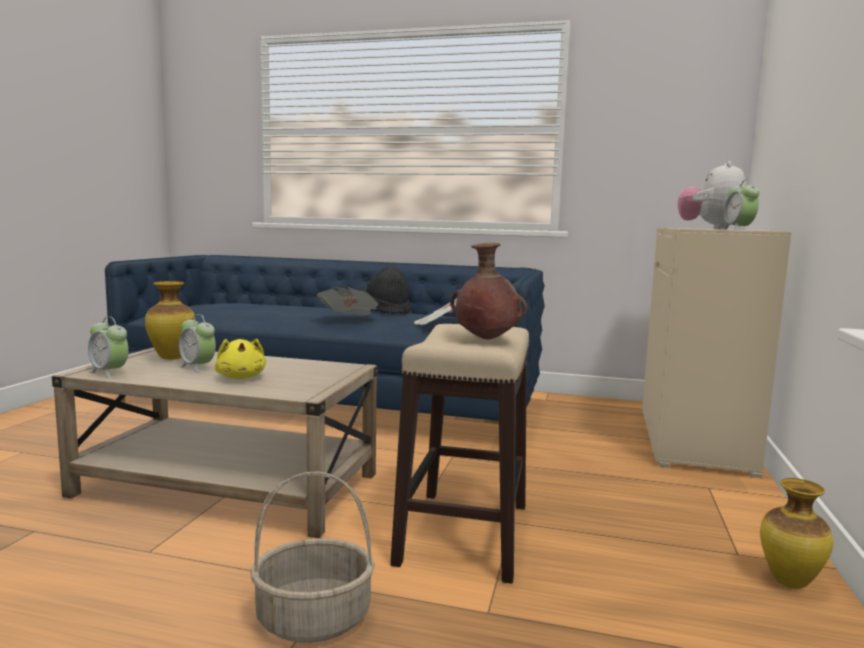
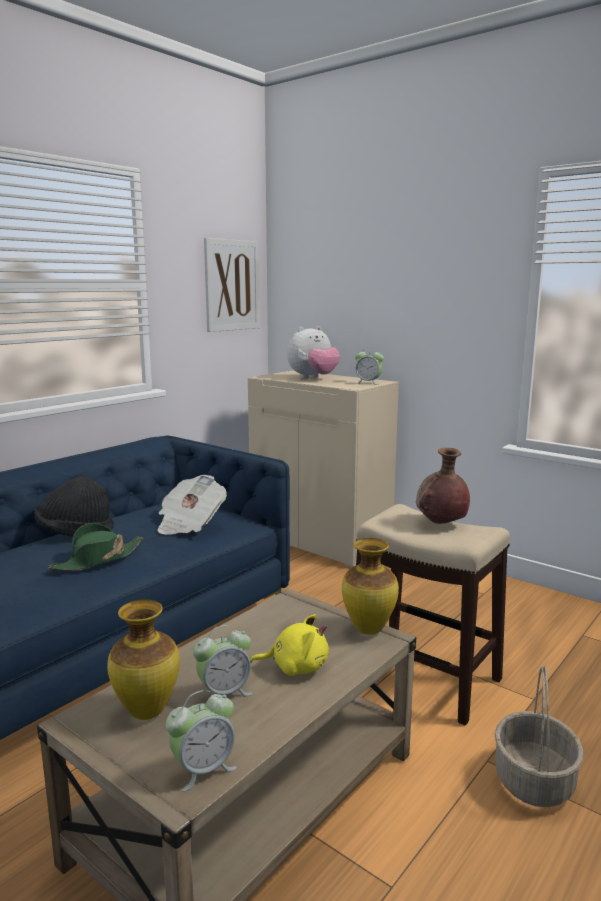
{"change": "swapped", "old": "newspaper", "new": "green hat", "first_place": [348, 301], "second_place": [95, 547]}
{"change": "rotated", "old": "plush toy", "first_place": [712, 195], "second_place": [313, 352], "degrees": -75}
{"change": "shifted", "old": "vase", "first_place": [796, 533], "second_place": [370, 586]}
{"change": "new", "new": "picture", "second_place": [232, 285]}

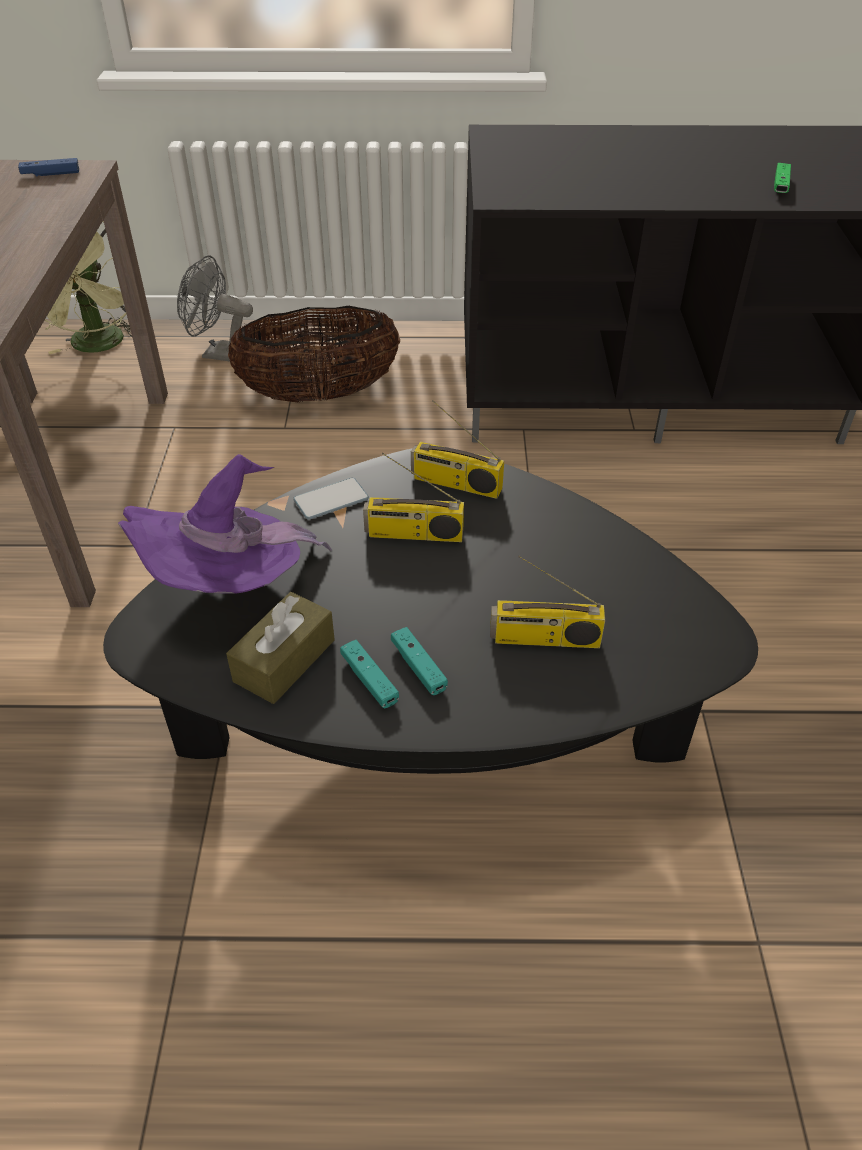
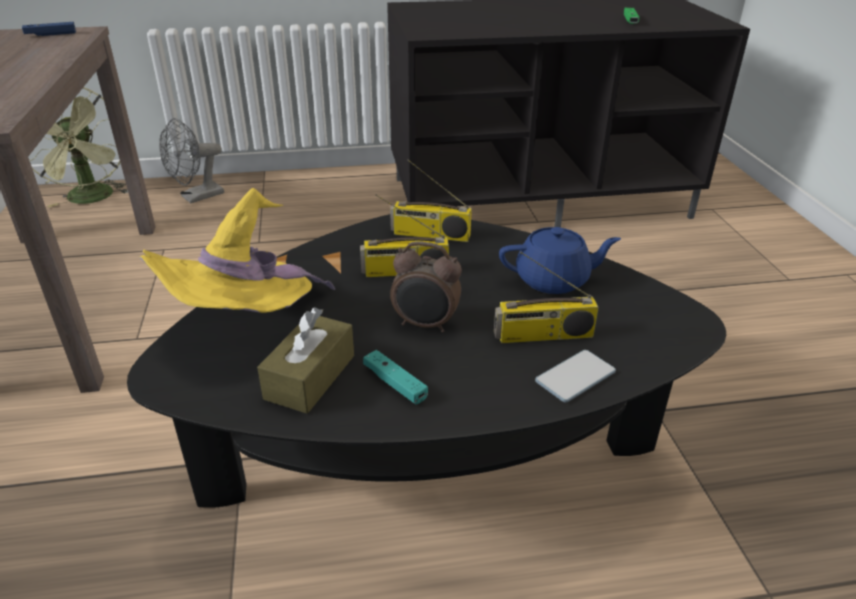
{"change": "repainted", "old": "purple hat", "new": "yellow hat", "first_place": [225, 524], "second_place": [237, 250]}
{"change": "rotated", "old": "grey fan", "first_place": [215, 308], "second_place": [191, 160], "degrees": -45}
{"change": "gone", "old": "basket", "first_place": [314, 354]}
{"change": "shifted", "old": "phone", "first_place": [331, 499], "second_place": [575, 376]}
{"change": "gone", "old": "turquoise game controller", "first_place": [419, 661]}
{"change": "new", "new": "alarm clock", "second_place": [426, 287]}
{"change": "new", "new": "blue teapot", "second_place": [560, 260]}

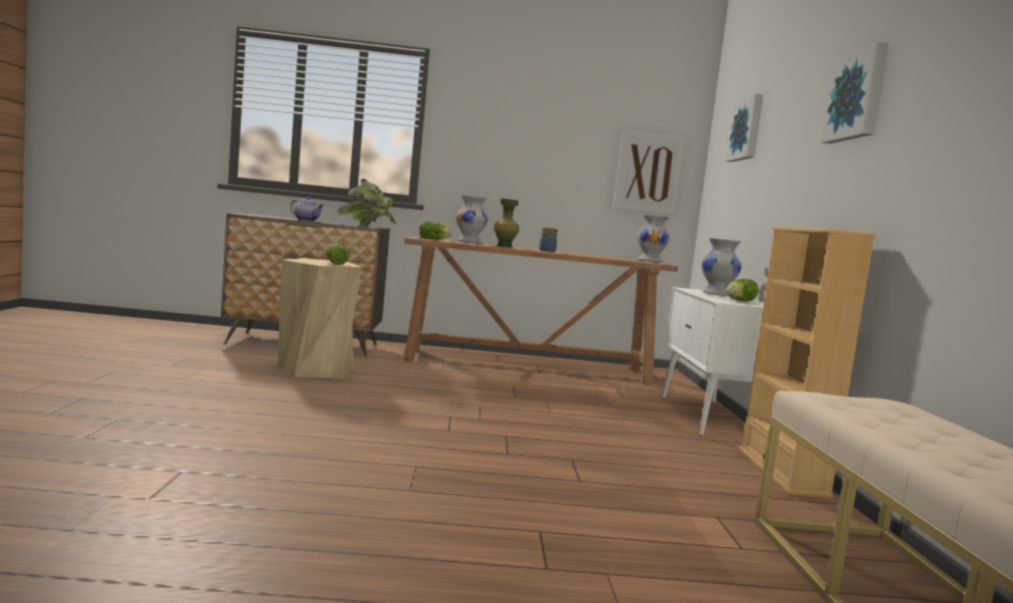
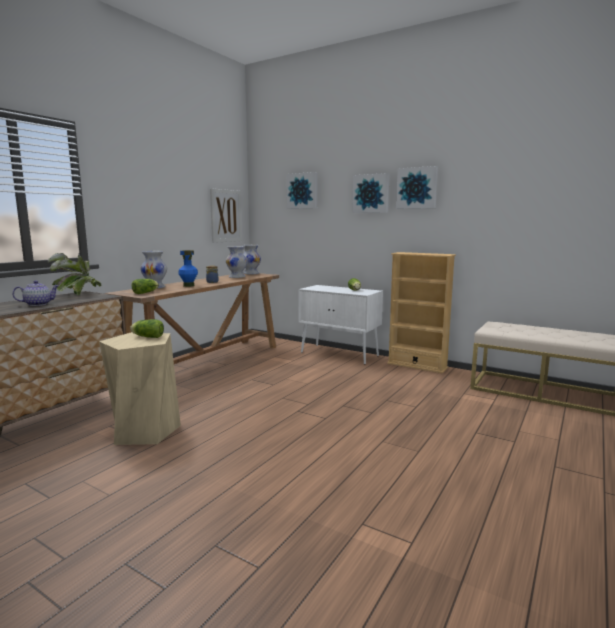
{"change": "repainted", "old": "green vase", "new": "blue vase", "first_place": [506, 223], "second_place": [188, 268]}
{"change": "shifted", "old": "white vase", "first_place": [721, 267], "second_place": [236, 262]}
{"change": "new", "new": "picture", "second_place": [371, 193]}

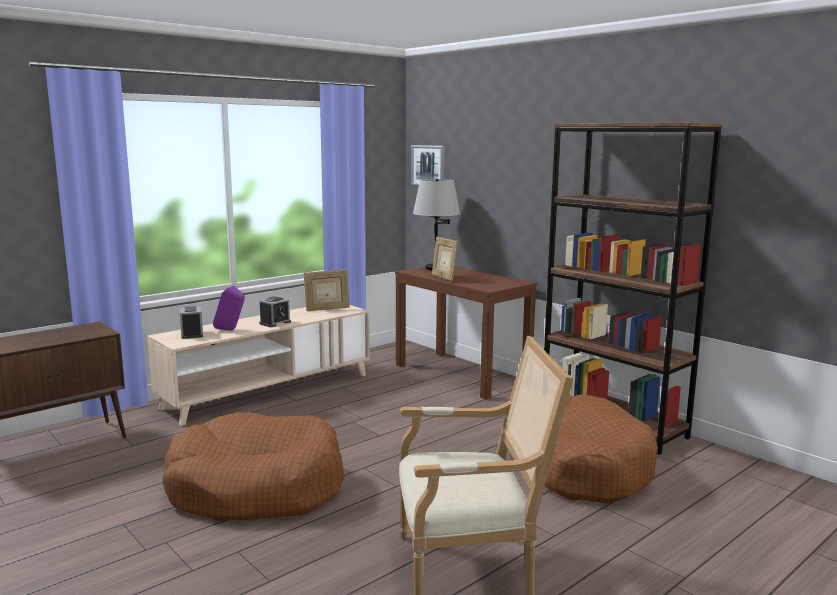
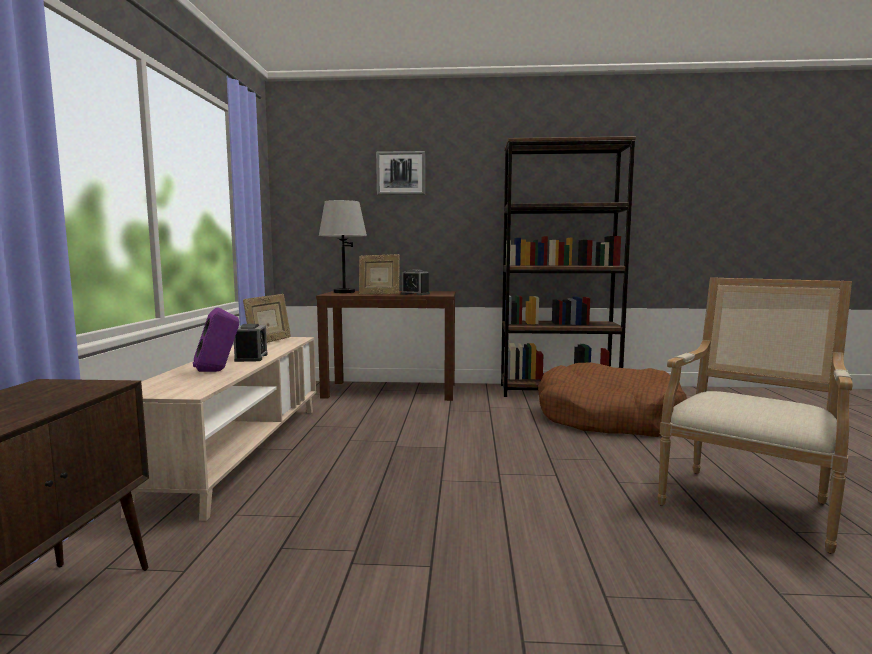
{"change": "gone", "old": "brown dog bed", "first_place": [253, 466]}
{"change": "shifted", "old": "alarm clock", "first_place": [191, 322], "second_place": [415, 282]}
{"change": "shifted", "old": "picture", "first_place": [428, 165], "second_place": [400, 173]}

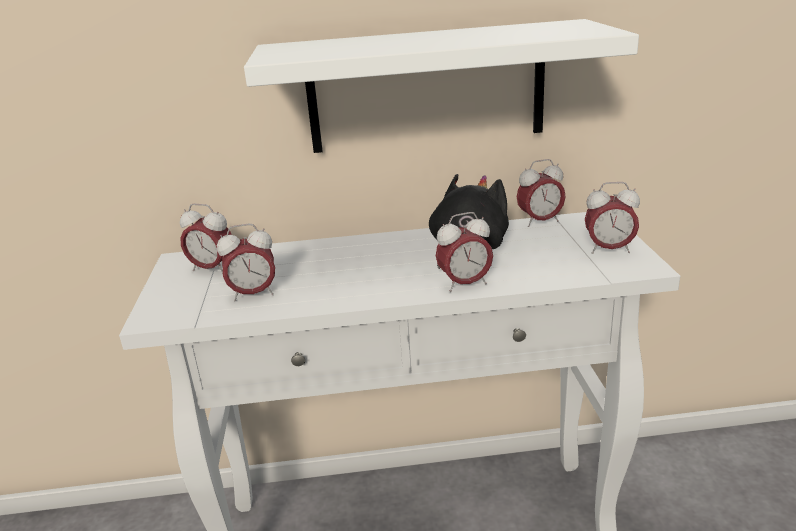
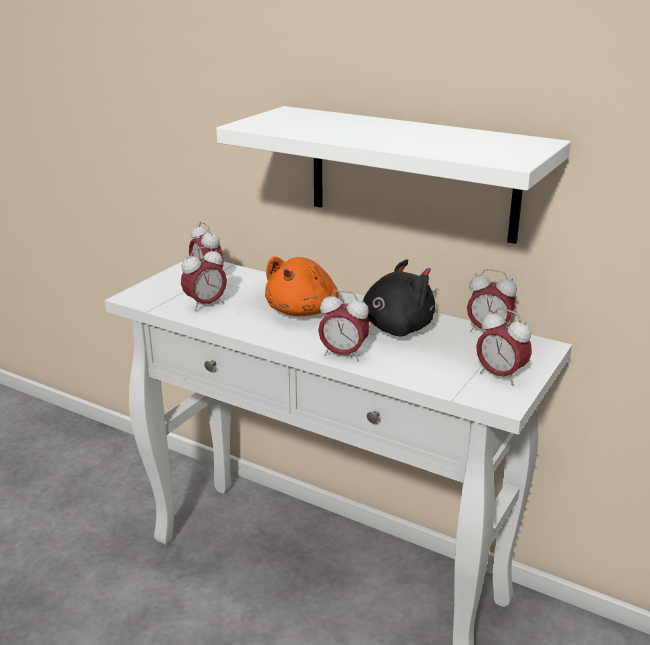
{"change": "rotated", "old": "alarm clock", "first_place": [246, 262], "second_place": [204, 278], "degrees": -60}
{"change": "new", "new": "orange plush toy", "second_place": [301, 286]}

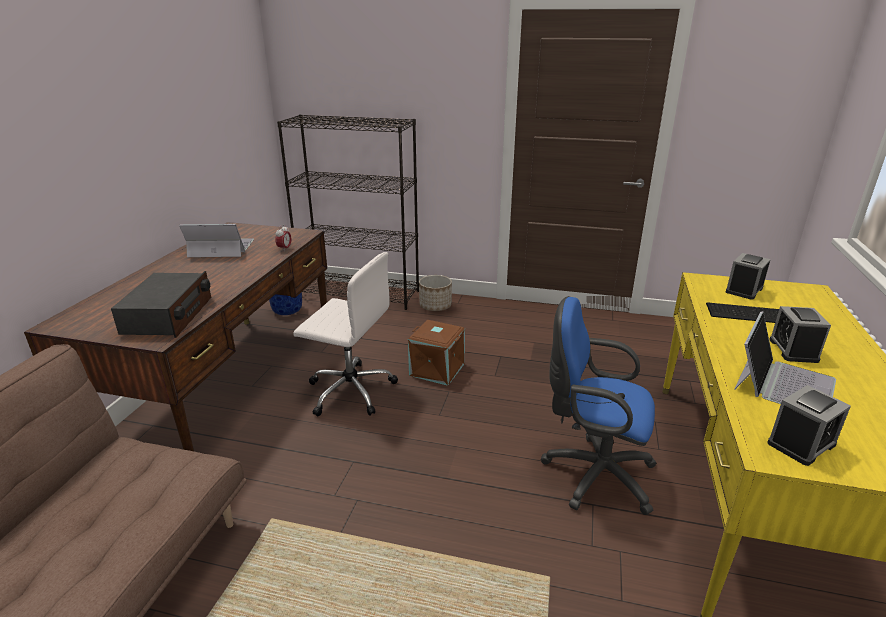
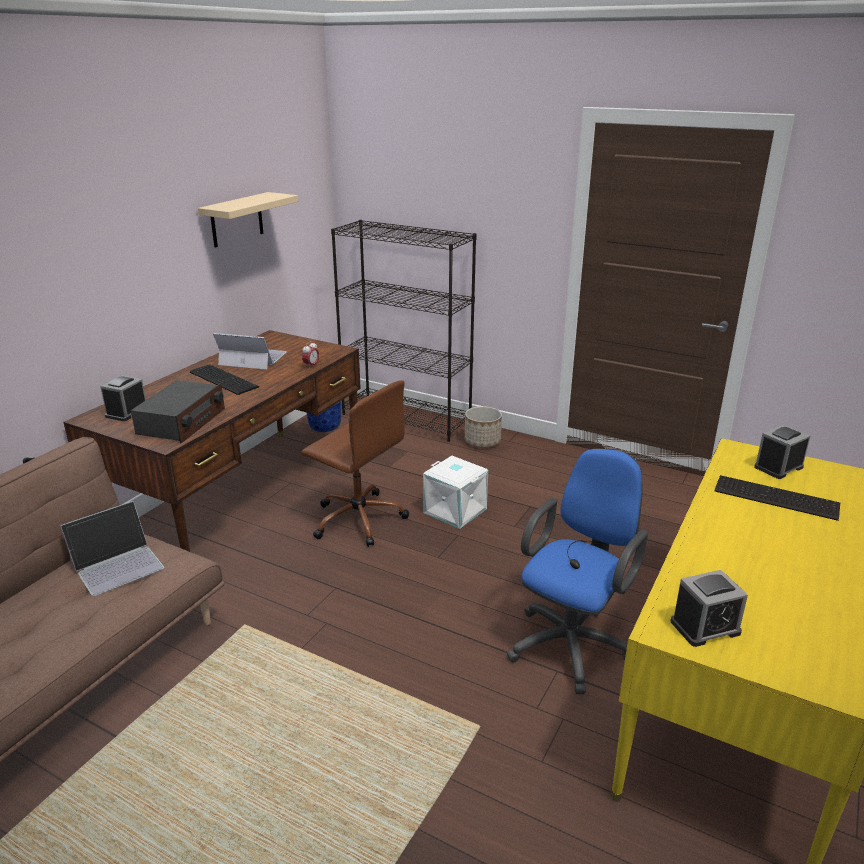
{"change": "repainted", "old": "white office chair", "new": "brown office chair", "first_place": [346, 334], "second_place": [355, 464]}
{"change": "repainted", "old": "brown storage box", "new": "white storage box", "first_place": [436, 353], "second_place": [455, 492]}
{"change": "rotated", "old": "blue office chair", "first_place": [599, 405], "second_place": [577, 571], "degrees": 90}
{"change": "shifted", "old": "laptop", "first_place": [785, 357], "second_place": [112, 548]}
{"change": "shifted", "old": "alarm clock", "first_place": [800, 334], "second_place": [123, 398]}
{"change": "new", "new": "keyboard", "second_place": [224, 379]}
{"change": "new", "new": "beige shelf", "second_place": [248, 220]}

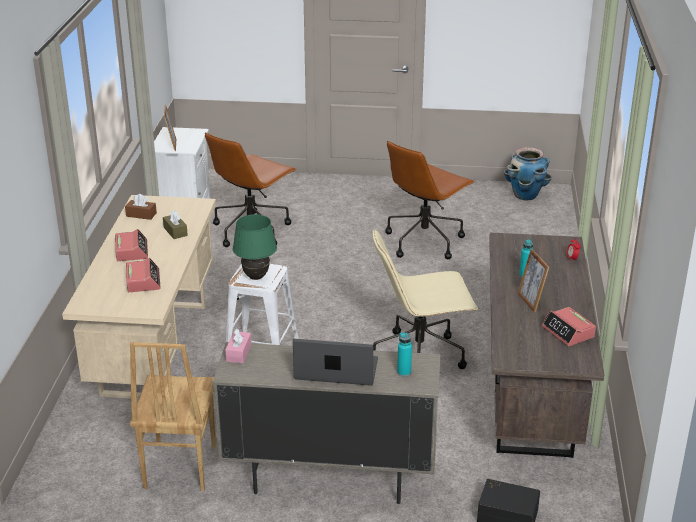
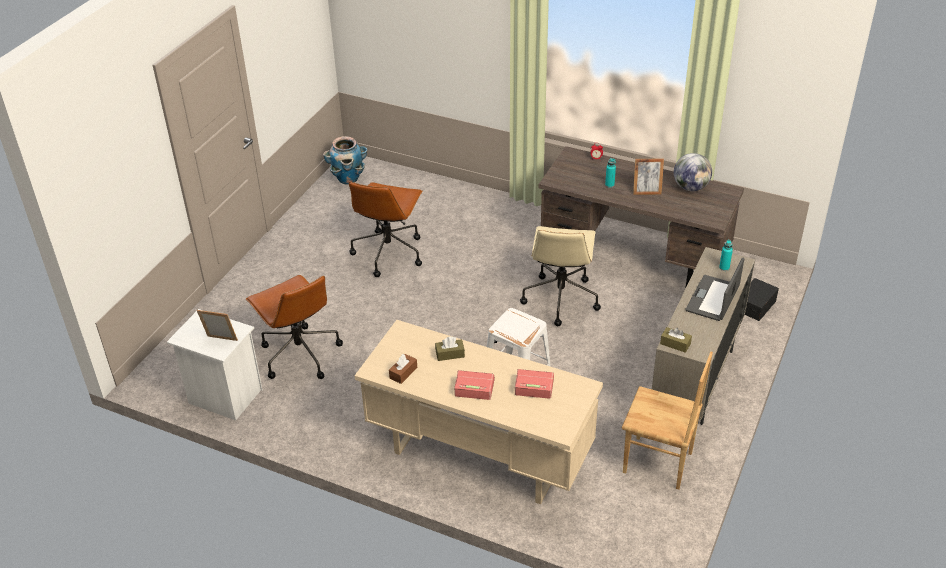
{"change": "repainted", "old": "pink tissue box", "new": "brown tissue box", "first_place": [238, 346], "second_place": [676, 340]}
{"change": "gone", "old": "green table lamp", "first_place": [255, 247]}
{"change": "rotated", "old": "brown office chair", "first_place": [430, 200], "second_place": [386, 229], "degrees": 45}
{"change": "swapped", "old": "alarm clock", "new": "globe", "first_place": [569, 326], "second_place": [693, 172]}

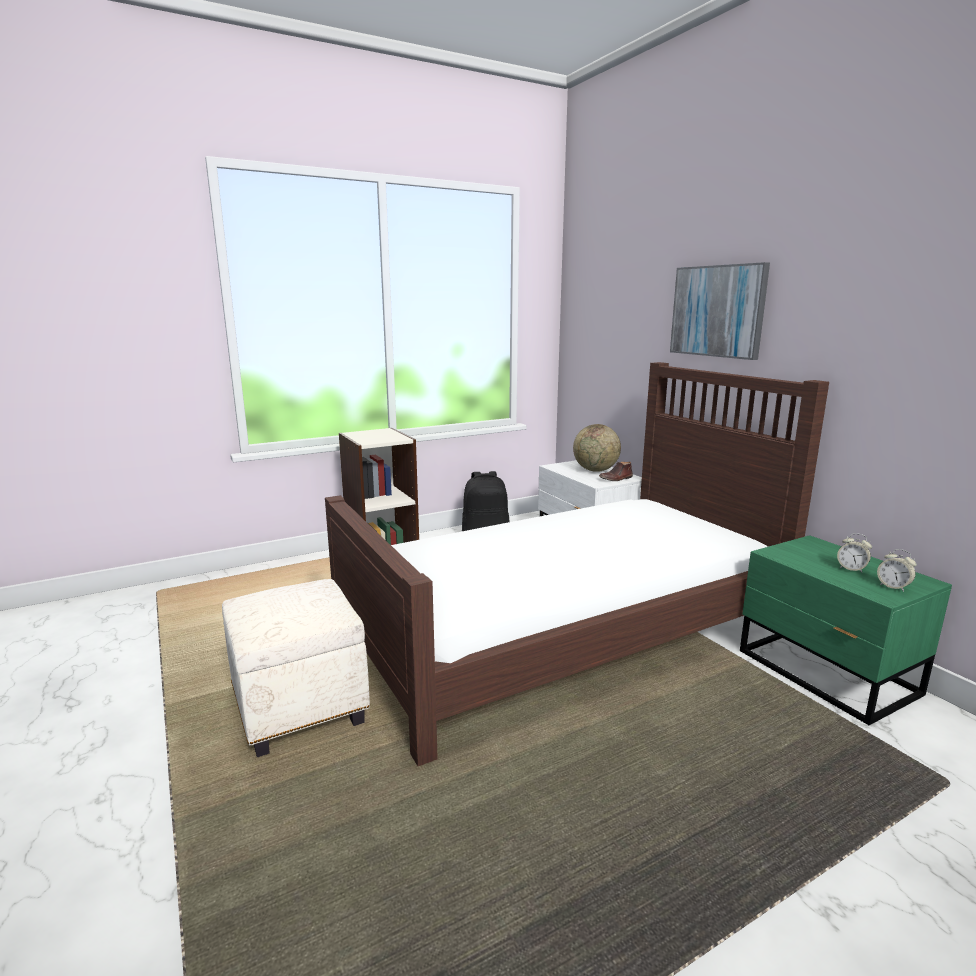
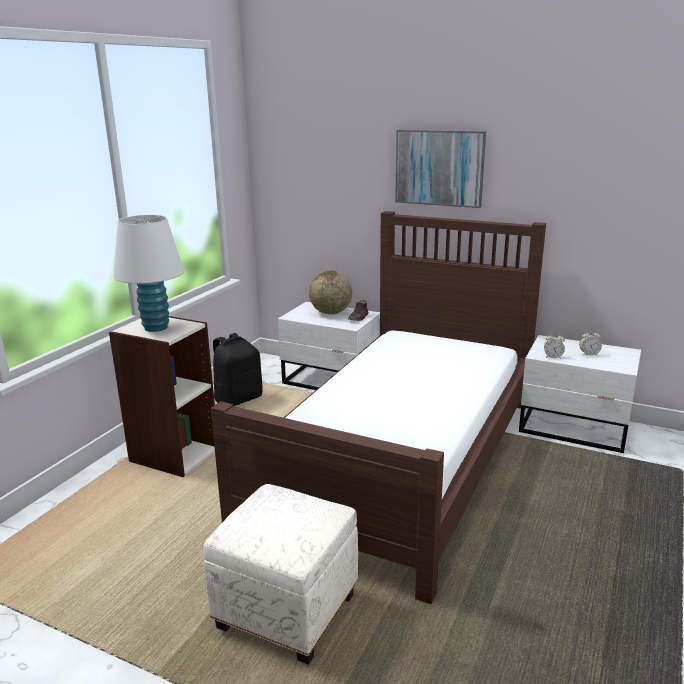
{"change": "repainted", "old": "green nightstand", "new": "white nightstand", "first_place": [846, 630], "second_place": [580, 394]}
{"change": "shifted", "old": "alarm clock", "first_place": [897, 570], "second_place": [554, 345]}
{"change": "new", "new": "white table lamp", "second_place": [148, 273]}

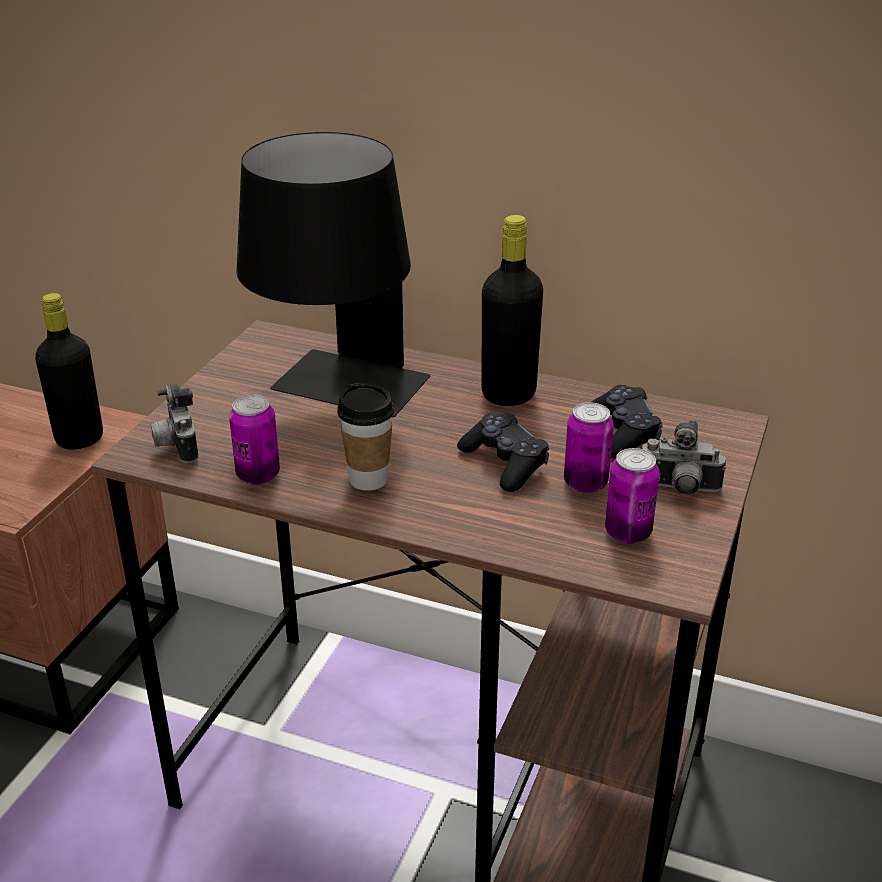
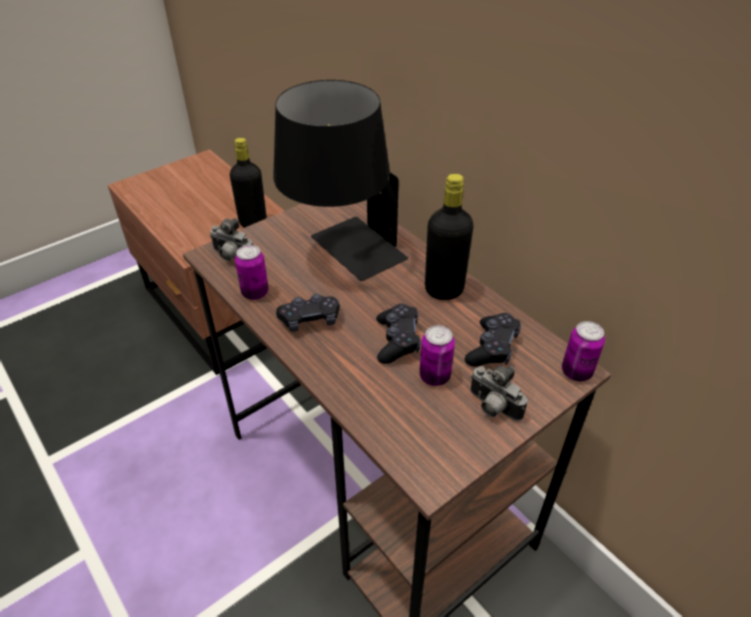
{"change": "rotated", "old": "photo camera", "first_place": [174, 423], "second_place": [231, 239], "degrees": -75}
{"change": "swapped", "old": "cup", "new": "black game controller", "first_place": [365, 437], "second_place": [308, 313]}
{"change": "shifted", "old": "can", "first_place": [632, 496], "second_place": [583, 351]}

